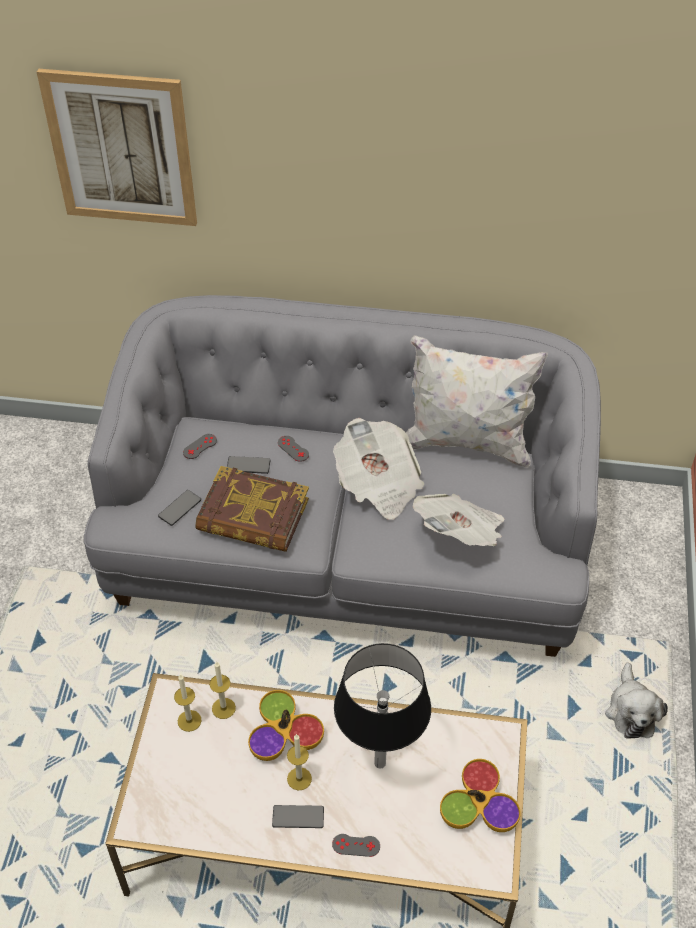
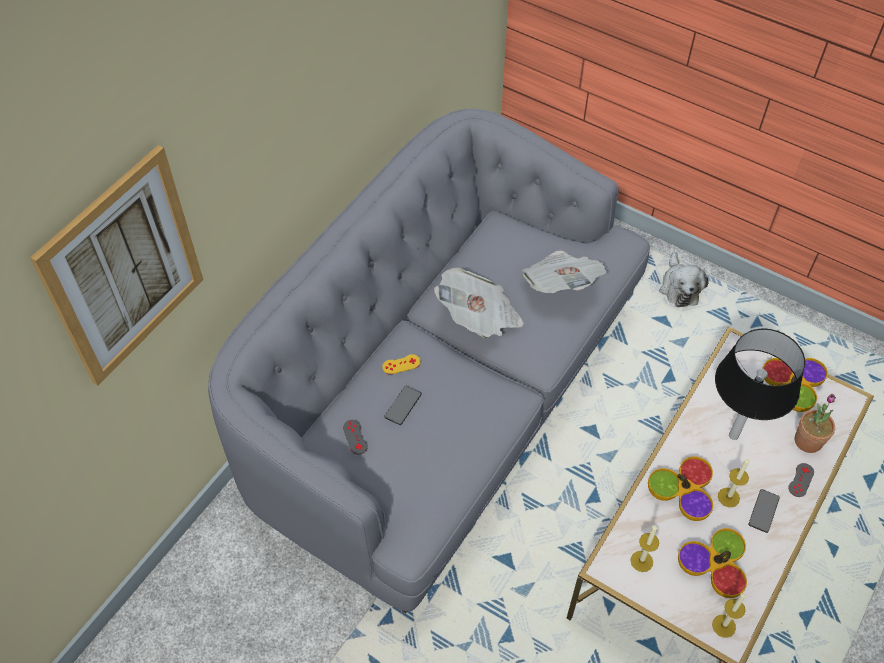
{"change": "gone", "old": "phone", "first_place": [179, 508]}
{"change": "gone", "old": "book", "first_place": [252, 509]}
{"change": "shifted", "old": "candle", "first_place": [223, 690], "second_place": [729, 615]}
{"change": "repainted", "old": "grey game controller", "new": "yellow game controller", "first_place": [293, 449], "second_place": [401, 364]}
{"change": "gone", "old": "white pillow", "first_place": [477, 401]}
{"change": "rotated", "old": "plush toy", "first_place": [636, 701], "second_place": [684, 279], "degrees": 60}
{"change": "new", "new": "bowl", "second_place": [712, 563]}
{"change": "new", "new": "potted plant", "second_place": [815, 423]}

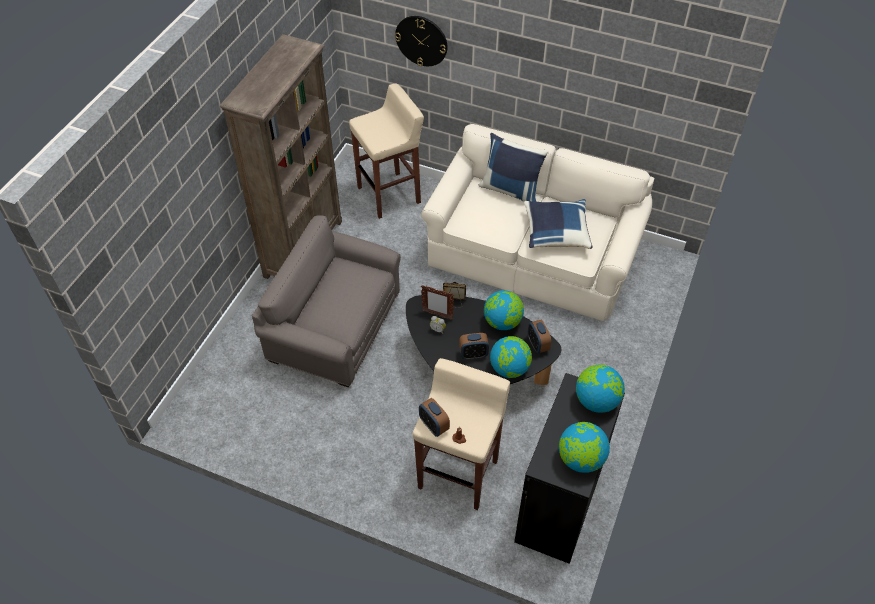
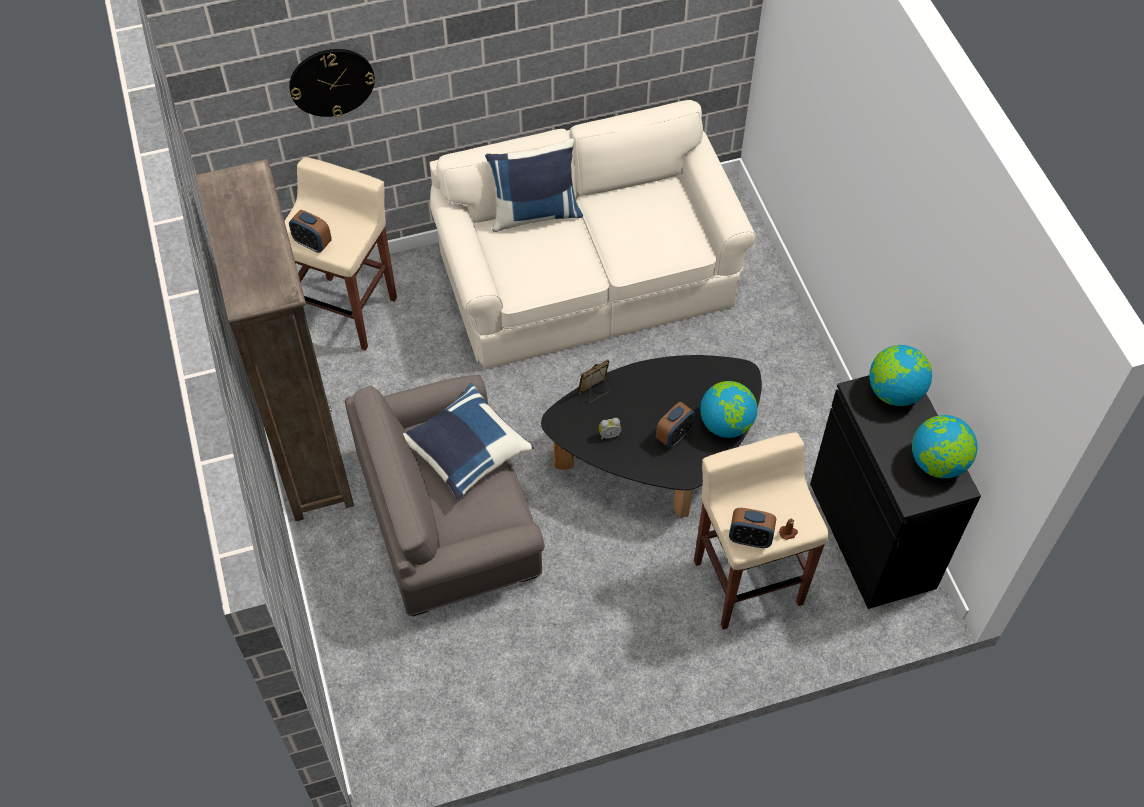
{"change": "gone", "old": "picture frame", "first_place": [437, 302]}
{"change": "gone", "old": "globe", "first_place": [504, 310]}
{"change": "shifted", "old": "blue pillow", "first_place": [558, 224], "second_place": [468, 441]}
{"change": "shifted", "old": "alarm clock", "first_place": [539, 336], "second_place": [310, 231]}

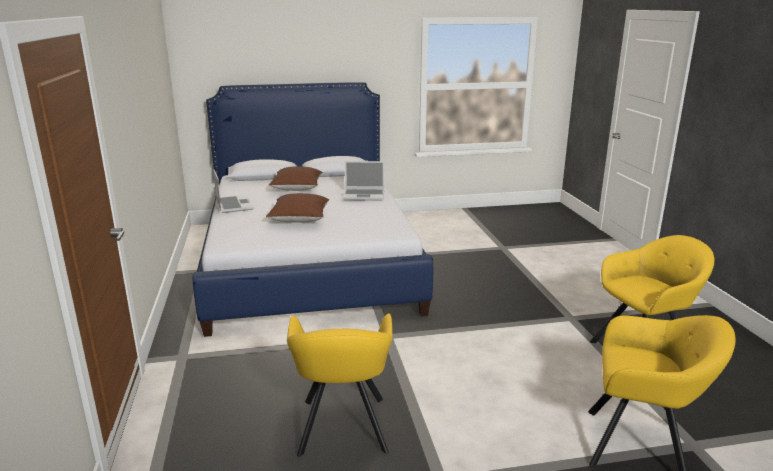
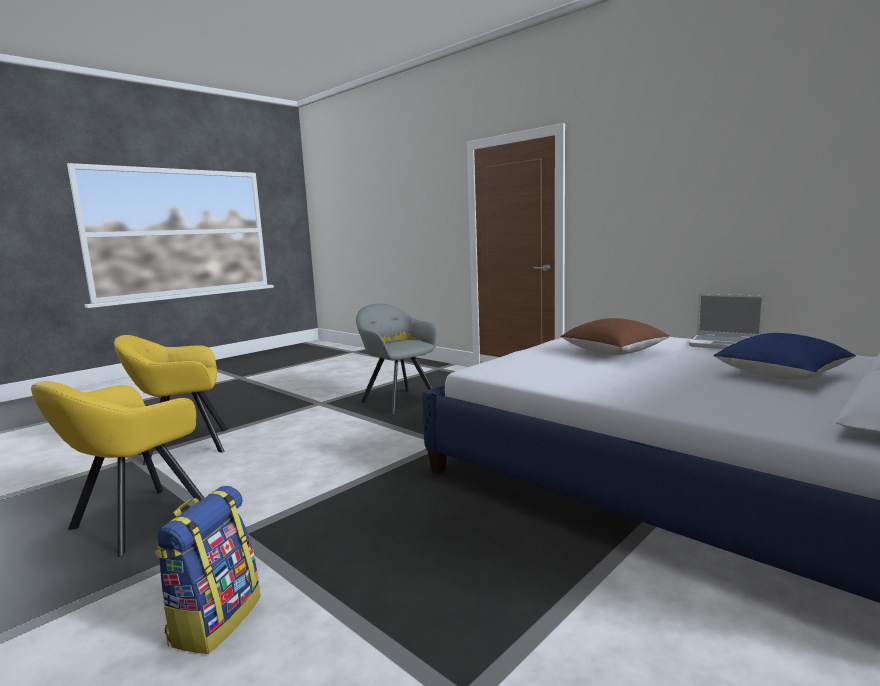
{"change": "repainted", "old": "brown pillow", "new": "blue pillow", "first_place": [296, 178], "second_place": [784, 356]}
{"change": "repainted", "old": "yellow armchair", "new": "grey armchair", "first_place": [340, 385], "second_place": [396, 359]}
{"change": "gone", "old": "laptop", "first_place": [363, 181]}
{"change": "new", "new": "backpack", "second_place": [207, 570]}

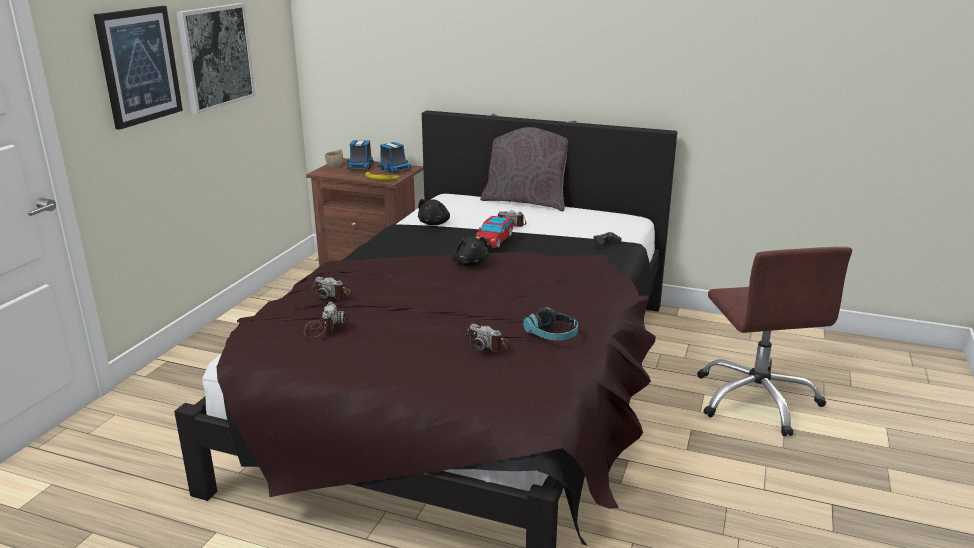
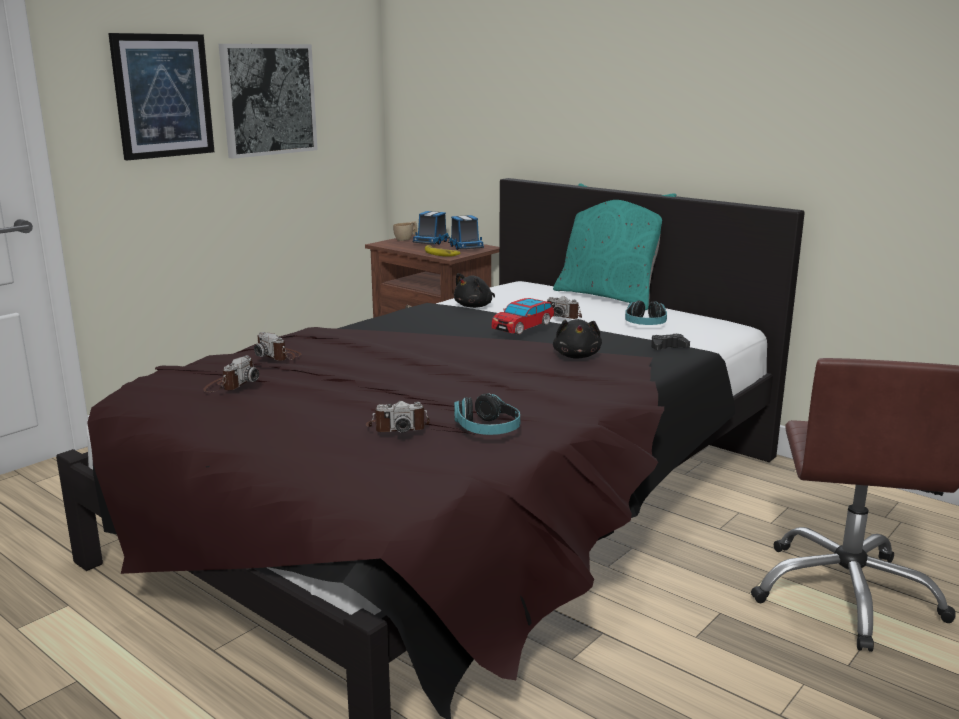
{"change": "shifted", "old": "black plush toy", "first_place": [470, 251], "second_place": [577, 339]}
{"change": "rotated", "old": "photo camera", "first_place": [487, 338], "second_place": [398, 417], "degrees": -60}
{"change": "repainted", "old": "grey pillow", "new": "turquoise pillow", "first_place": [528, 162], "second_place": [615, 246]}
{"change": "new", "new": "headphones", "second_place": [646, 312]}

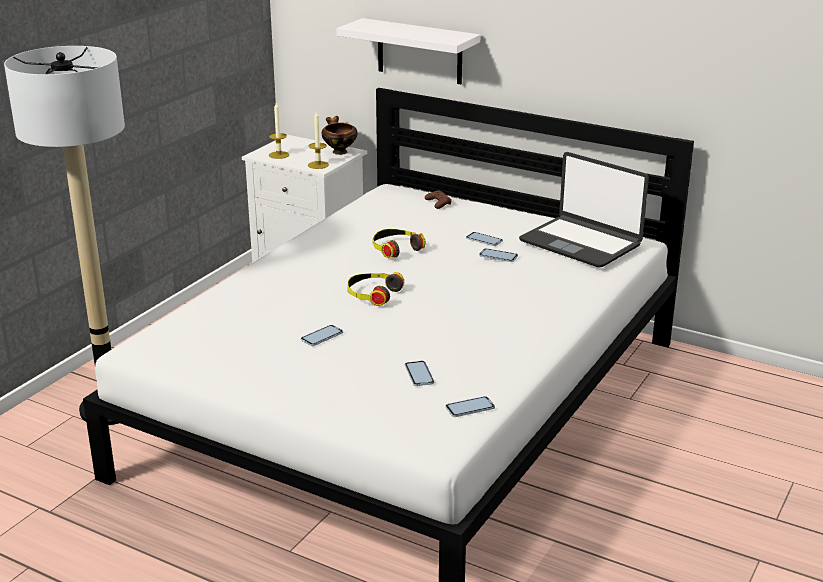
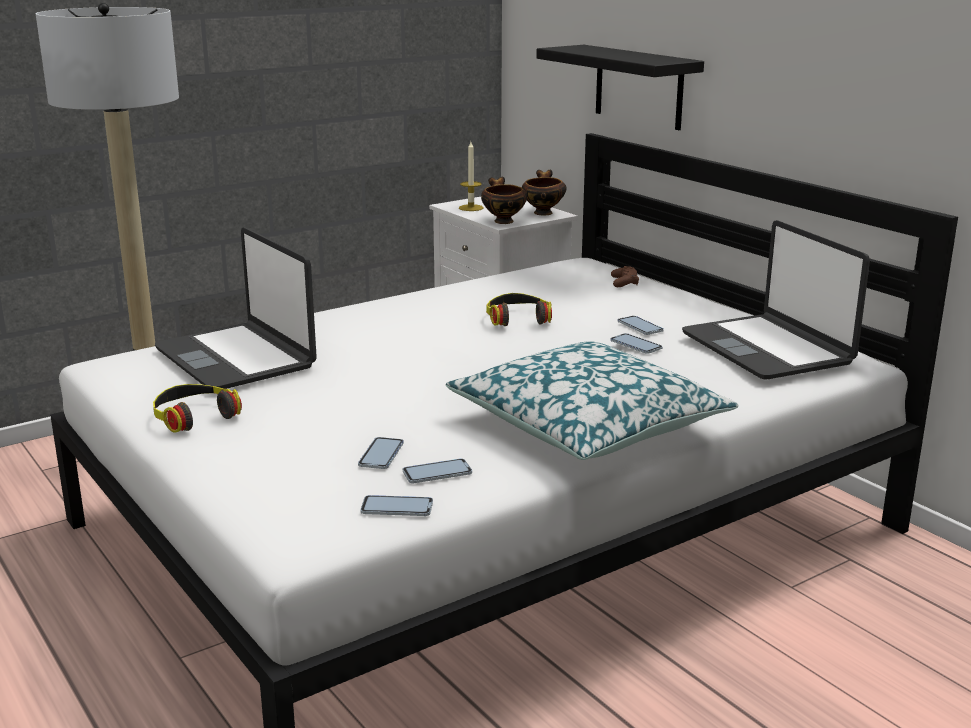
{"change": "shifted", "old": "phone", "first_place": [322, 335], "second_place": [437, 471]}
{"change": "swapped", "old": "candle", "new": "bowl", "first_place": [318, 140], "second_place": [504, 200]}
{"change": "repainted", "old": "white shelf", "new": "black shelf", "first_place": [408, 51], "second_place": [620, 87]}
{"change": "shifted", "old": "headphones", "first_place": [375, 289], "second_place": [197, 408]}
{"change": "new", "new": "laptop", "second_place": [236, 308]}
{"change": "new", "new": "pillow", "second_place": [592, 400]}

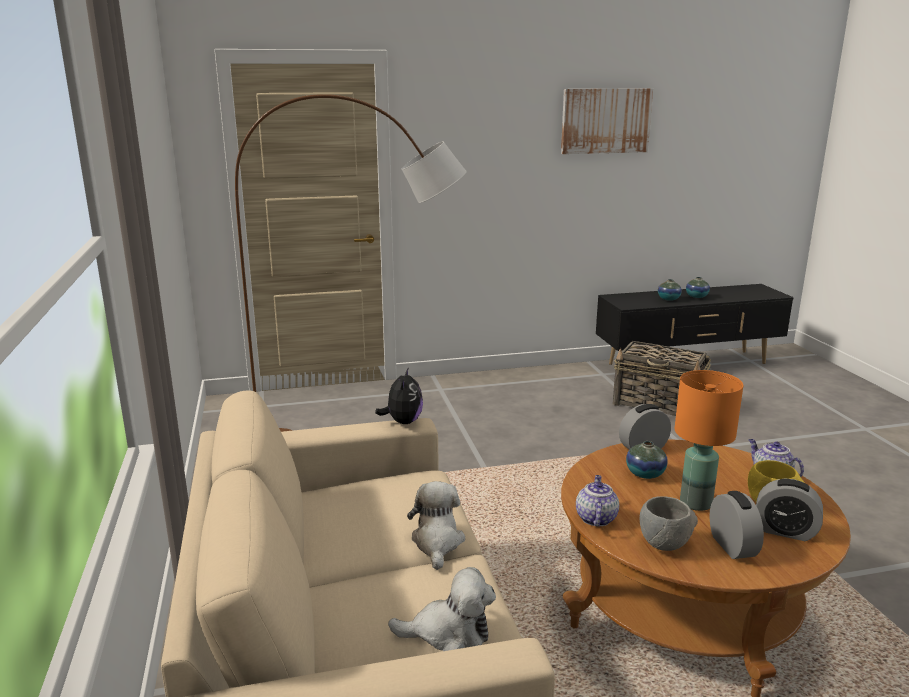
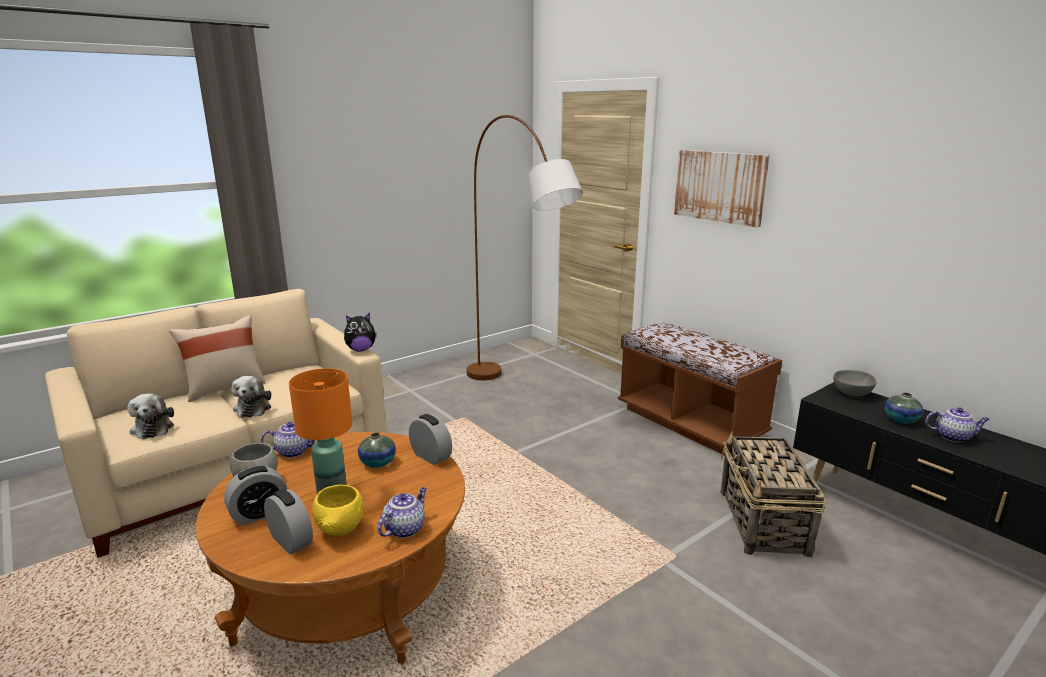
{"change": "rotated", "old": "plush toy", "first_place": [436, 525], "second_place": [251, 397], "degrees": 105}
{"change": "shifted", "old": "picture", "first_place": [607, 121], "second_place": [722, 188]}
{"change": "swapped", "old": "vase", "new": "teapot", "first_place": [698, 287], "second_place": [957, 424]}
{"change": "rotated", "old": "alarm clock", "first_place": [789, 510], "second_place": [288, 522], "degrees": 135}
{"change": "new", "new": "beige pillow", "second_place": [217, 358]}
{"change": "new", "new": "brown bench", "second_place": [700, 388]}
{"change": "new", "new": "grey bowl", "second_place": [855, 383]}

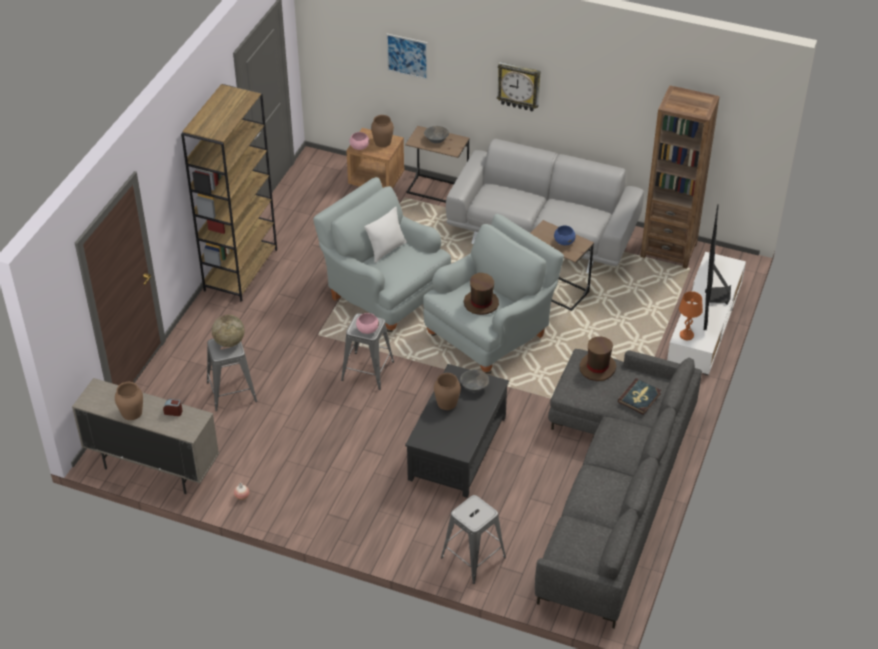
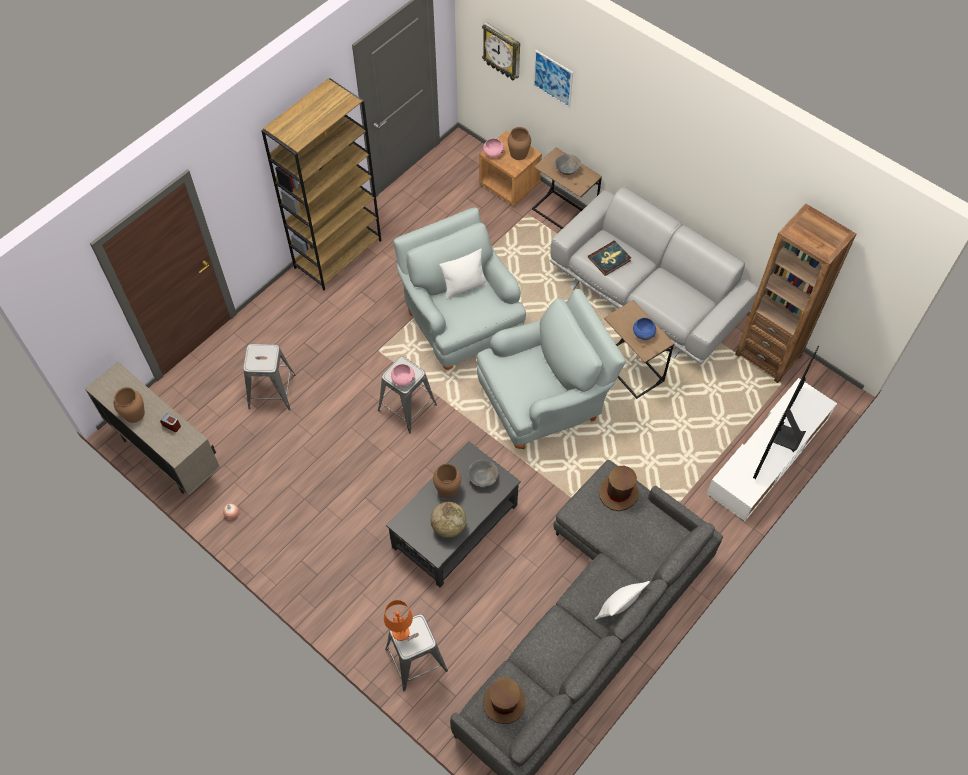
{"change": "shifted", "old": "globe", "first_place": [228, 331], "second_place": [448, 520]}
{"change": "shifted", "old": "brown hat", "first_place": [481, 294], "second_place": [504, 700]}
{"change": "shifted", "old": "wall clock", "first_place": [519, 87], "second_place": [501, 51]}
{"change": "shifted", "old": "book", "first_place": [639, 396], "second_place": [609, 258]}
{"change": "shifted", "old": "orange table lamp", "first_place": [691, 315], "second_place": [398, 620]}
{"change": "new", "new": "white pillow", "second_place": [622, 600]}

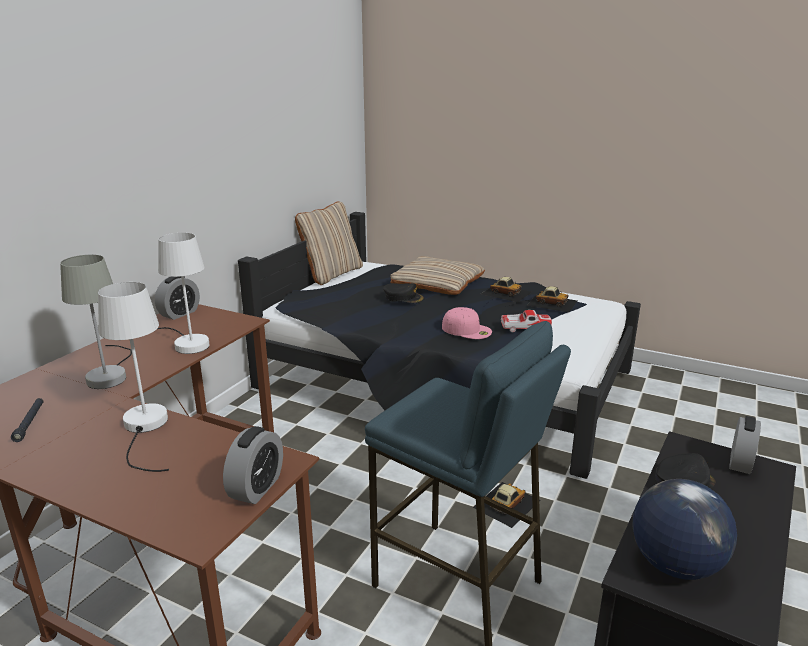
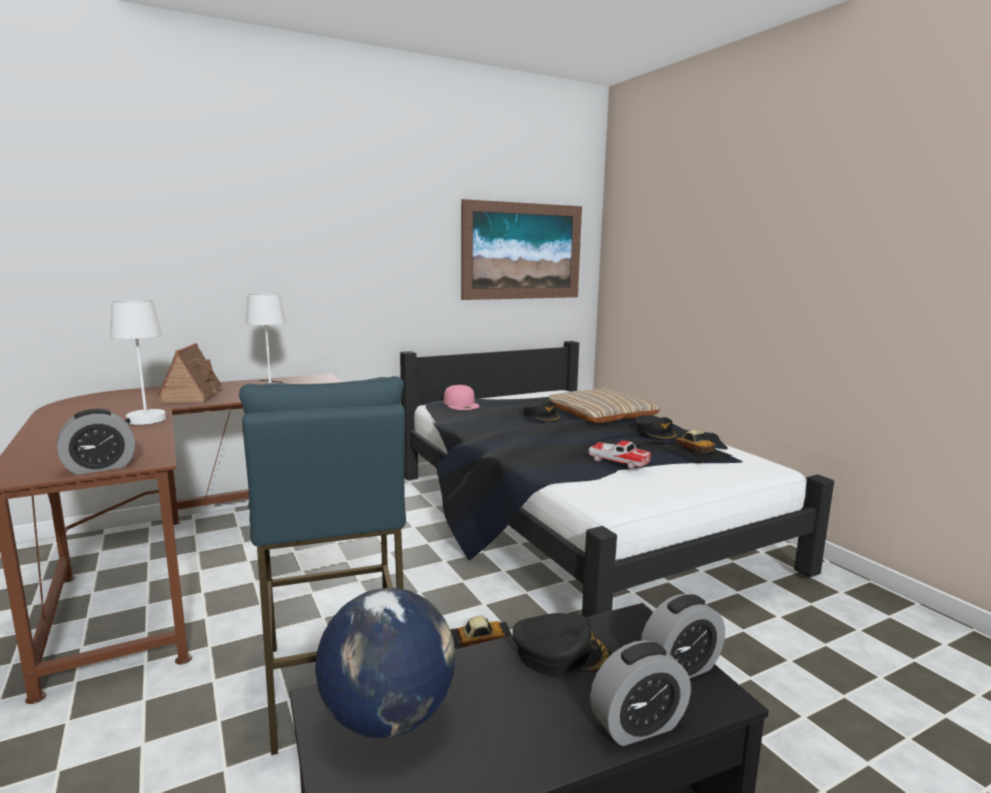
{"change": "gone", "old": "black flashlight", "first_place": [27, 420]}
{"change": "swapped", "old": "grey table lamp", "new": "toy house", "first_place": [96, 322], "second_place": [189, 373]}
{"change": "shifted", "old": "alarm clock", "first_place": [177, 298], "second_place": [640, 693]}
{"change": "gone", "old": "beige pillow", "first_place": [329, 243]}
{"change": "shifted", "old": "pink cap", "first_place": [467, 323], "second_place": [461, 397]}
{"change": "swapped", "old": "toy car", "new": "black cap", "first_place": [506, 289], "second_place": [656, 427]}
{"change": "new", "new": "picture", "second_place": [521, 249]}

